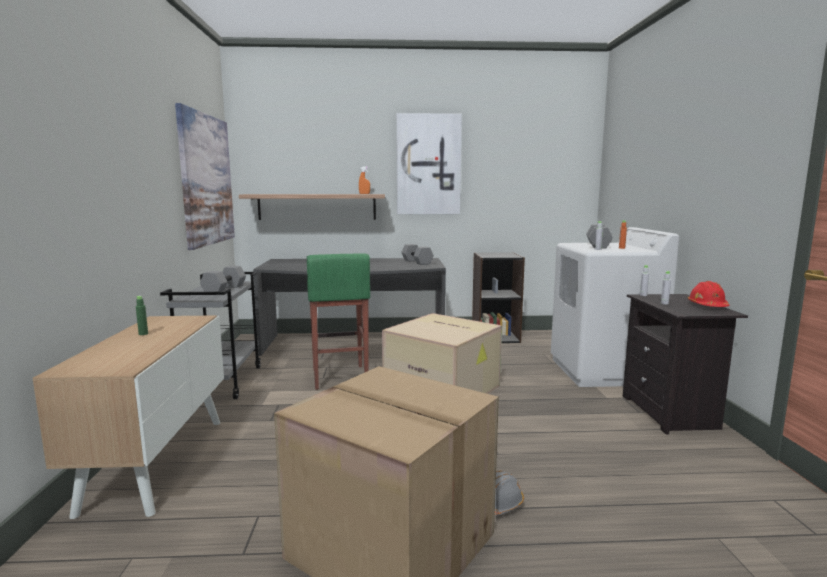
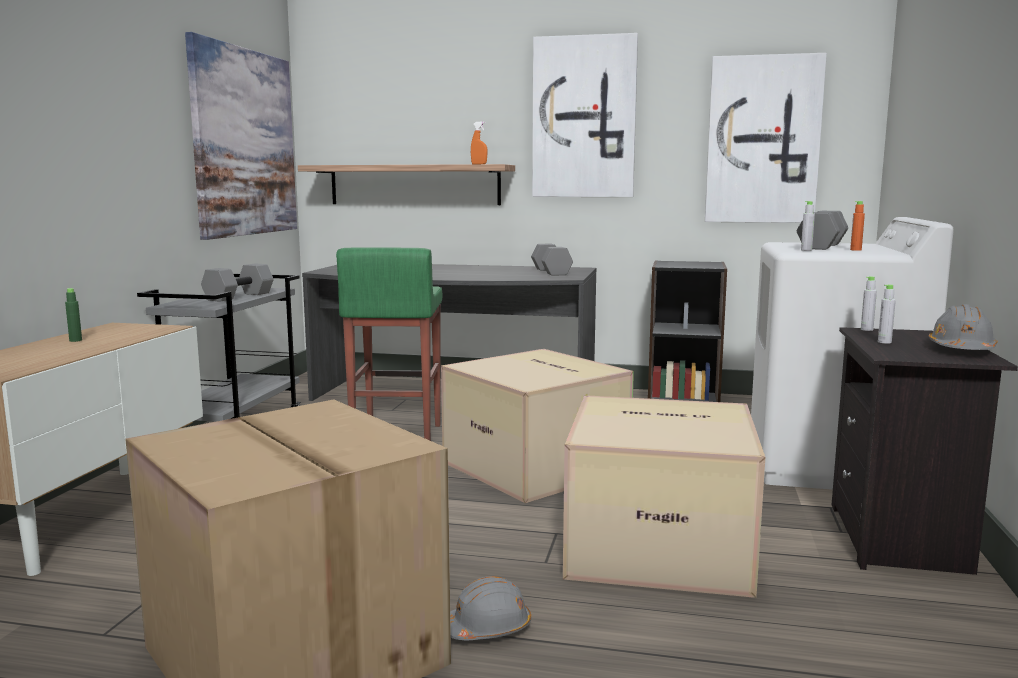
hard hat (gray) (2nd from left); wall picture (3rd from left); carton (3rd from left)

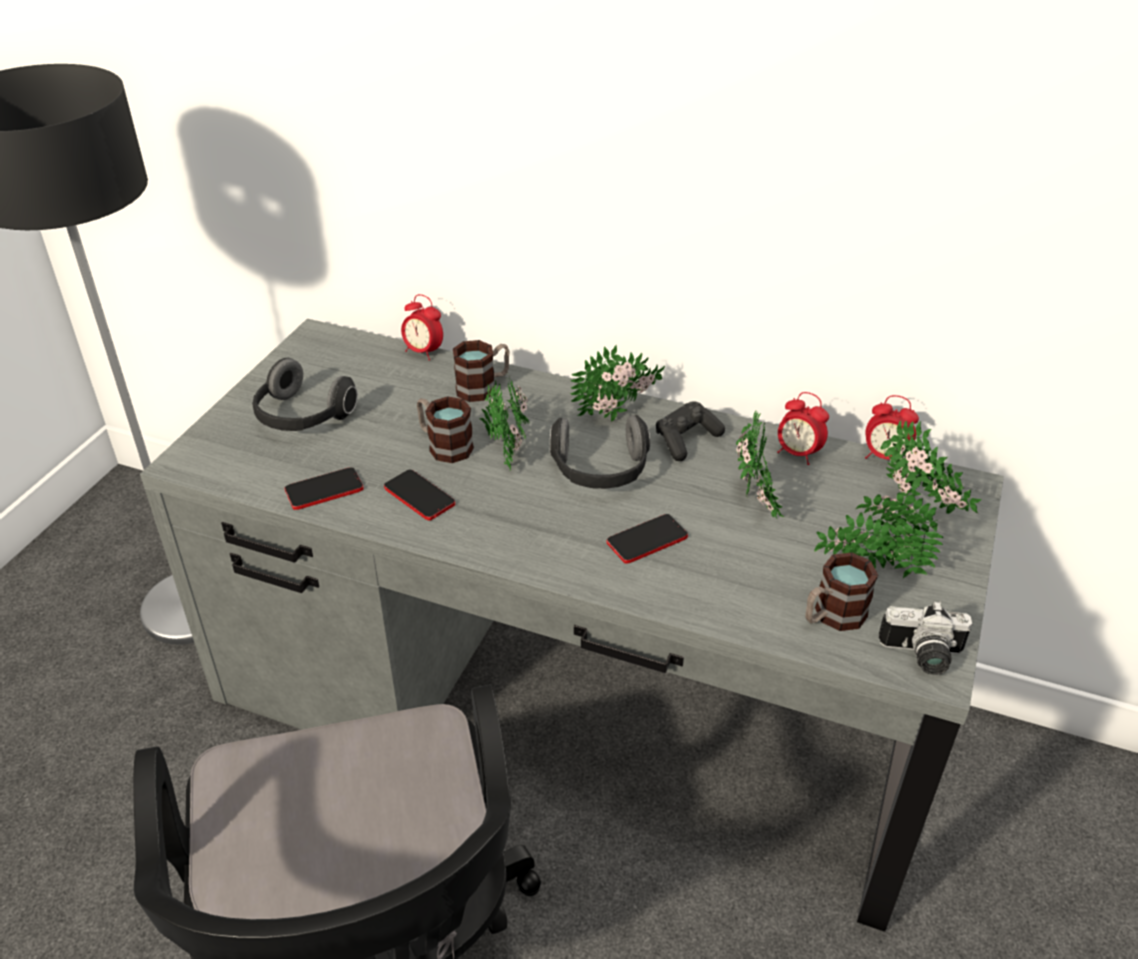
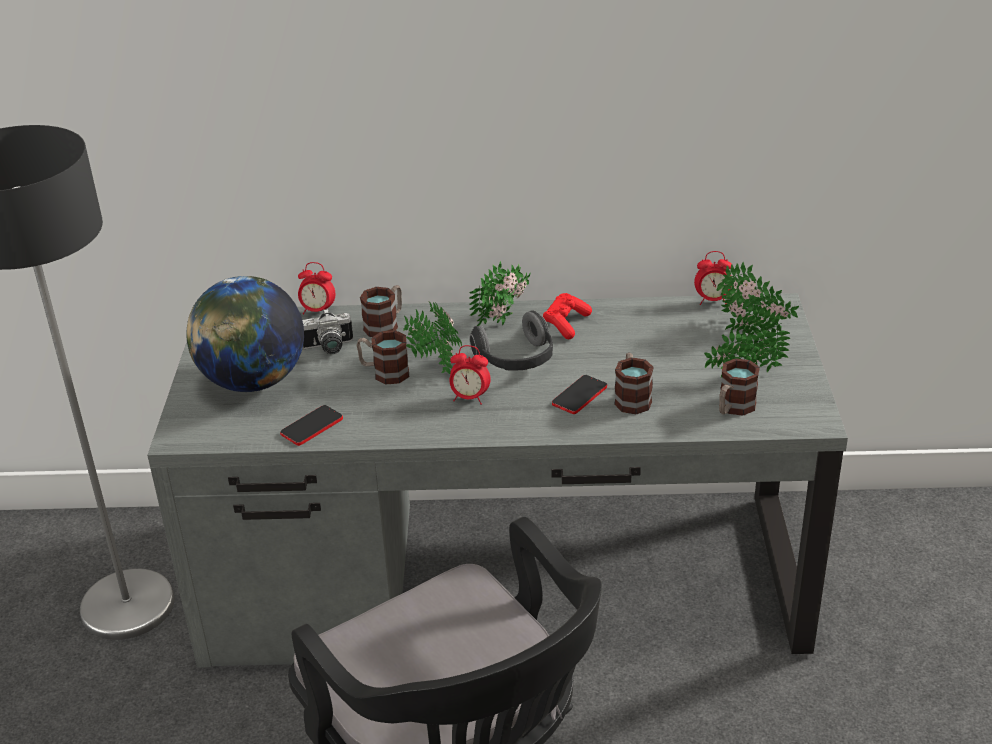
desk globe; table clock (2nd from left); joypad (red-coloured); potted plant (3rd from left in the first image); handset (2nd from left in the first image); still camera; coffee mug (3rd from left)

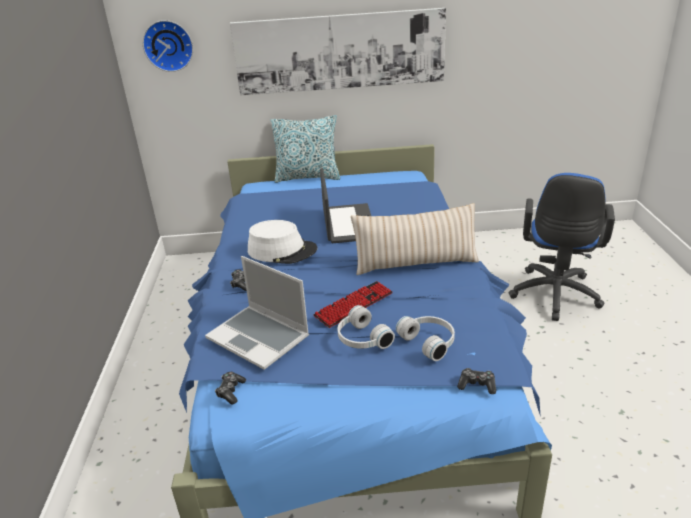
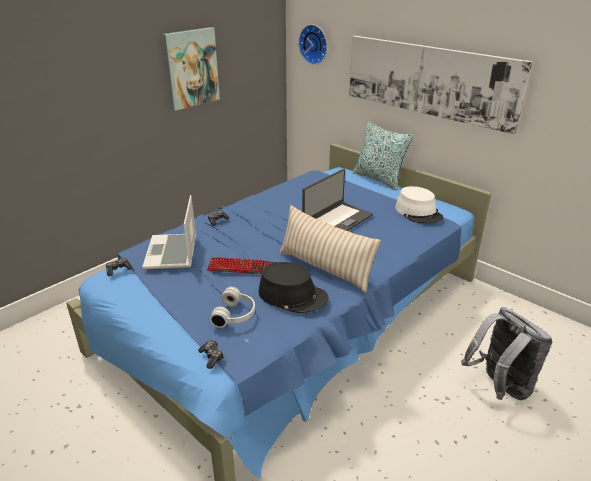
knapsack (gray); clothing hat (white); headphones (white) (1st from left in the first image); wall picture (1st from left); clothing hat (black)

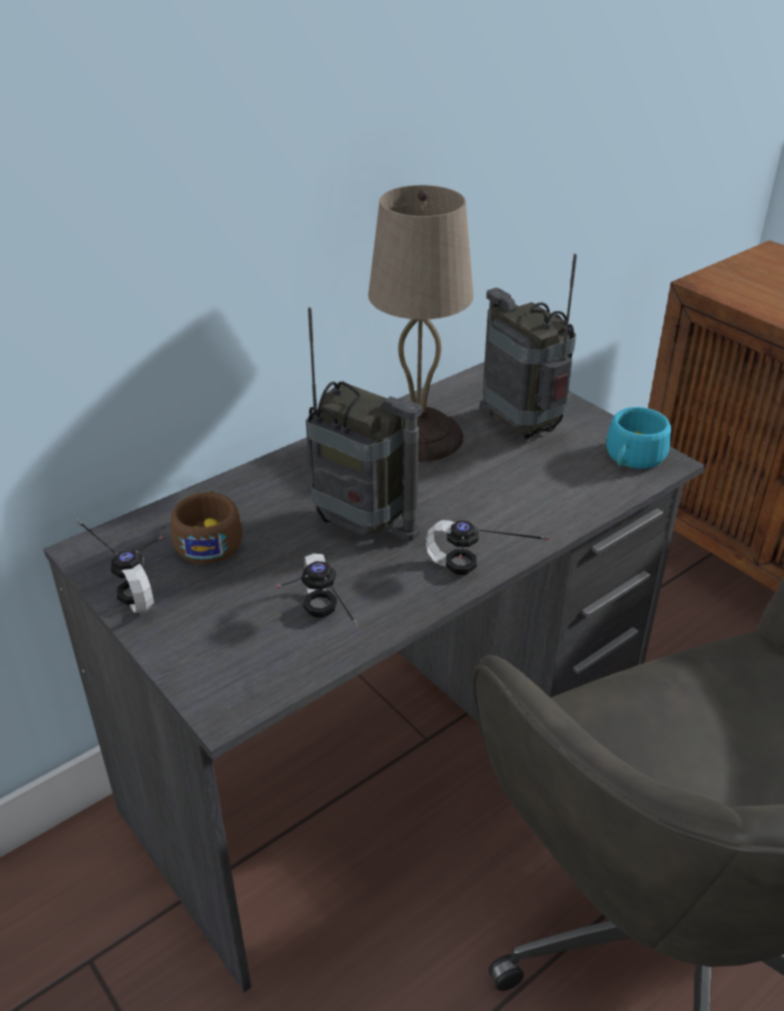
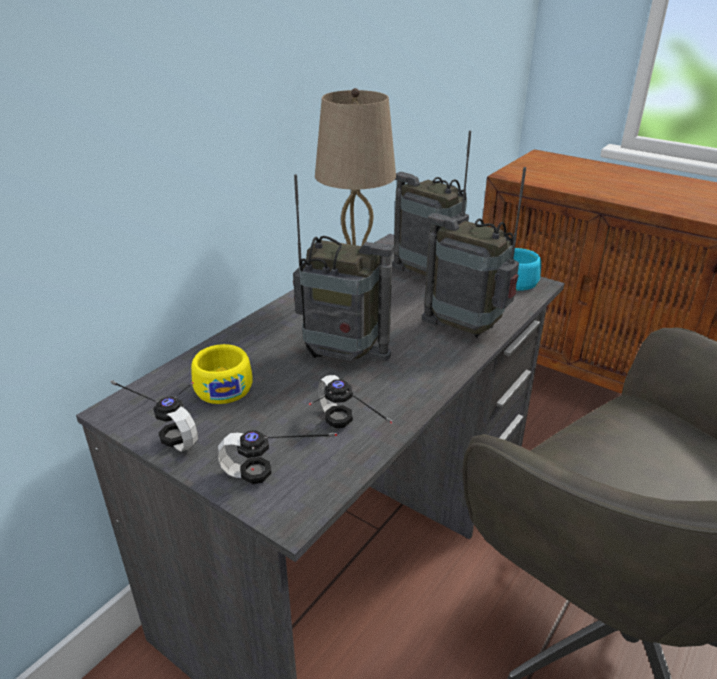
small cup (yellow-coloured); headphones (2nd from left); radio receiver (3rd from left)

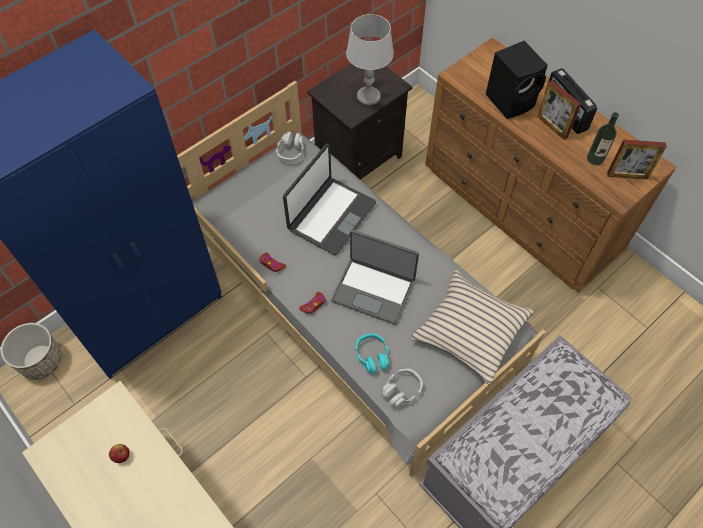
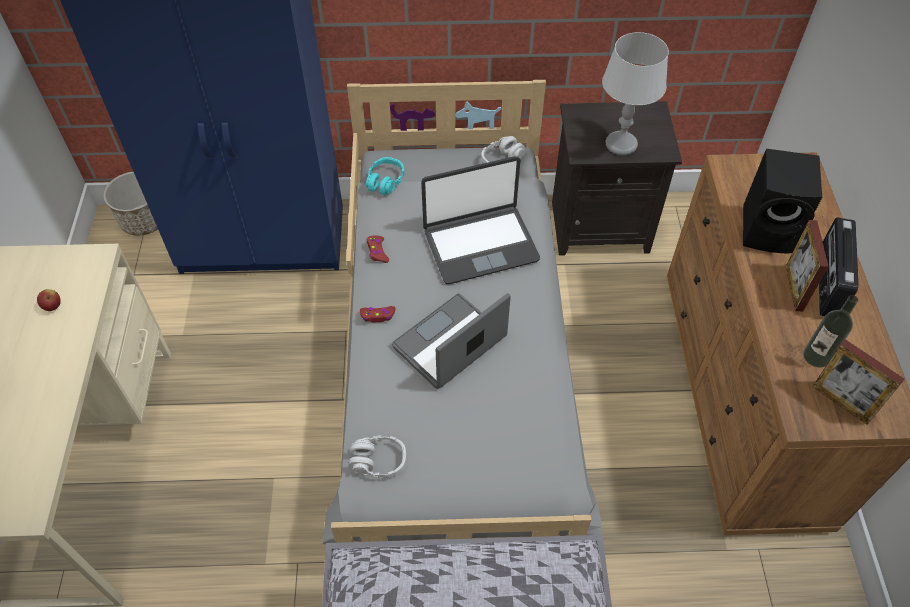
portable computer (1st from left); cushion (beige-coloured); headphones (turquoise)

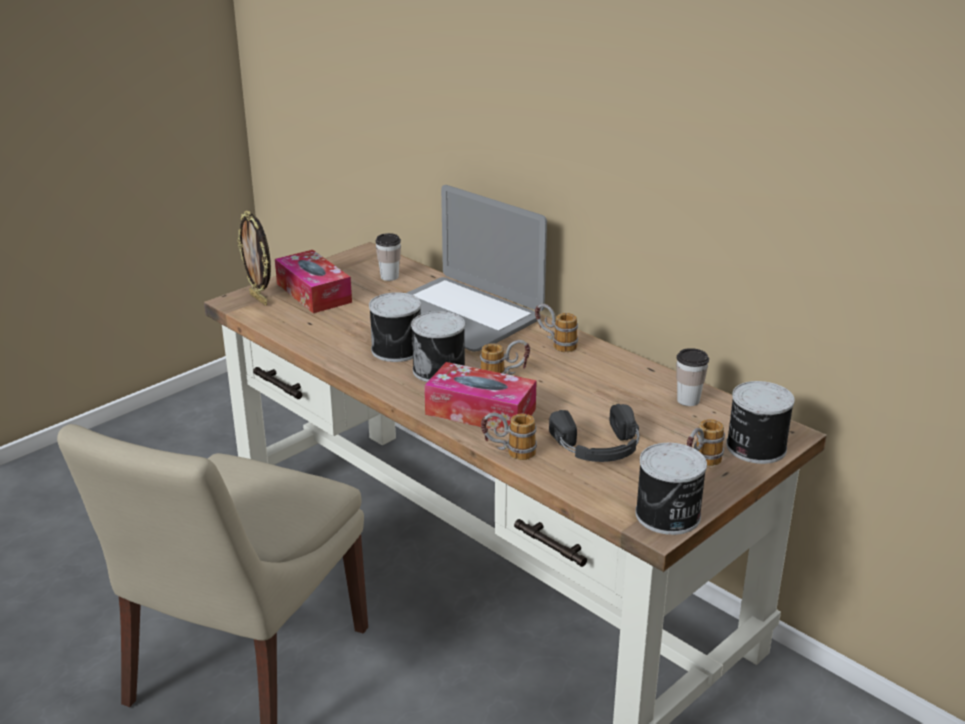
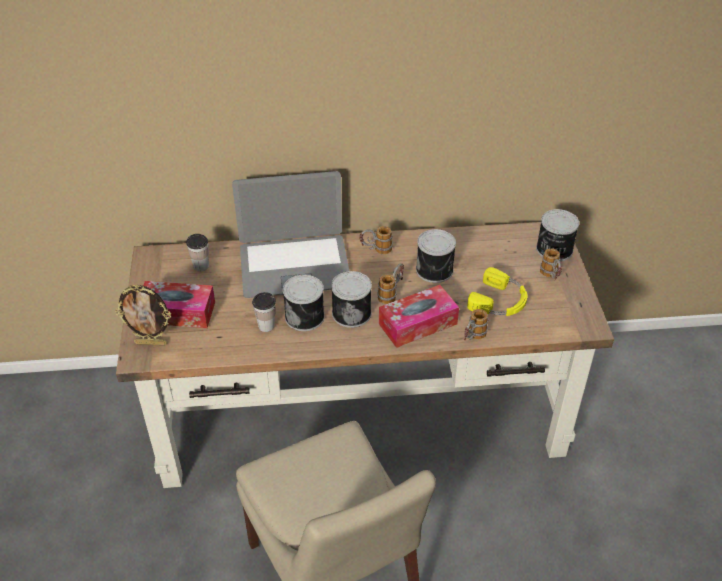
small cup (2nd from left); headphones (yellow-coloured); sealed can (3rd from left)

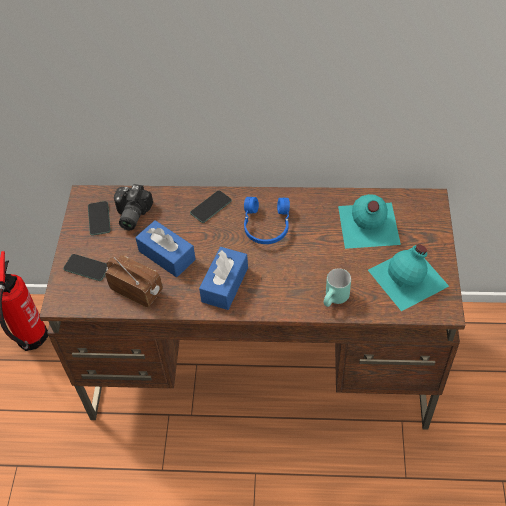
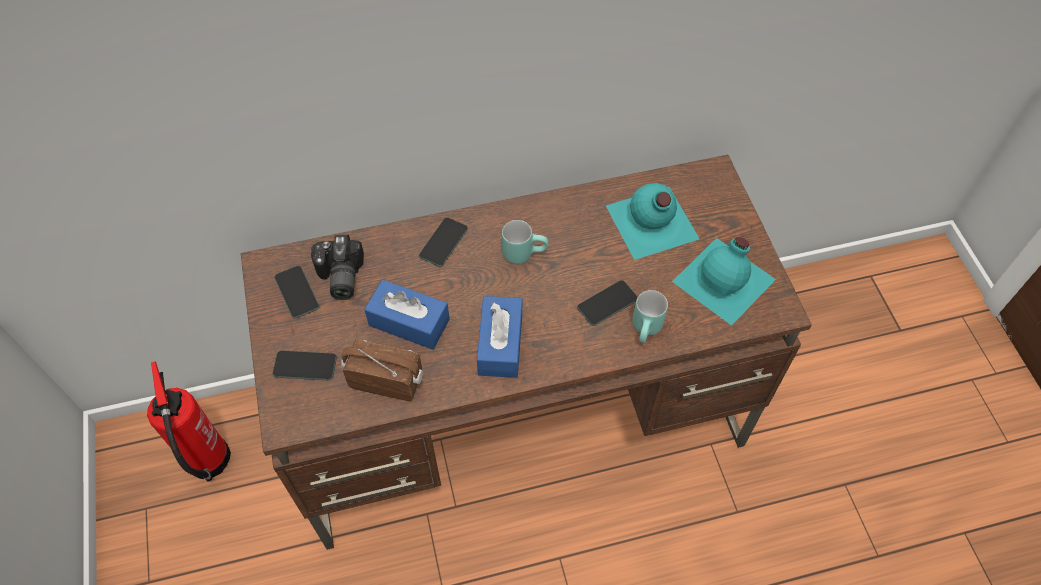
coffee mug (turquoise) (1st from left); handset (4th from left)

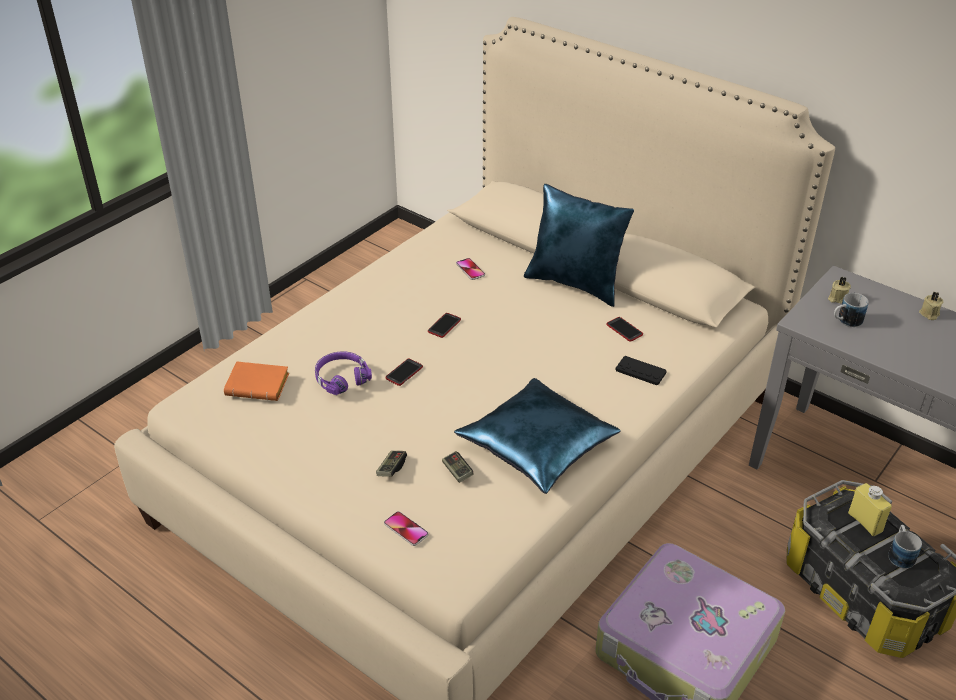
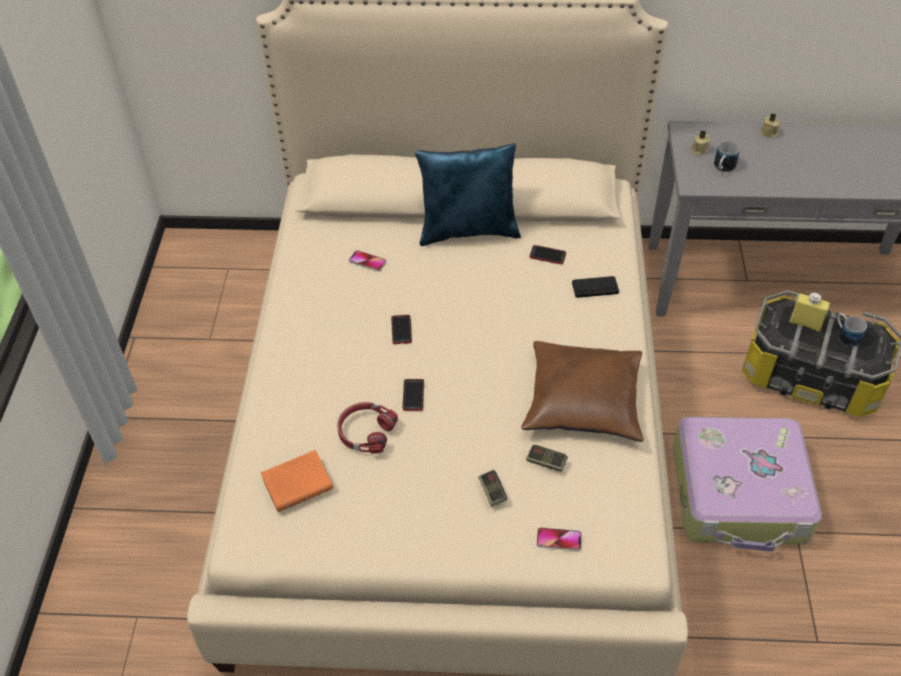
headphones (red-coloured); cushion (brown)

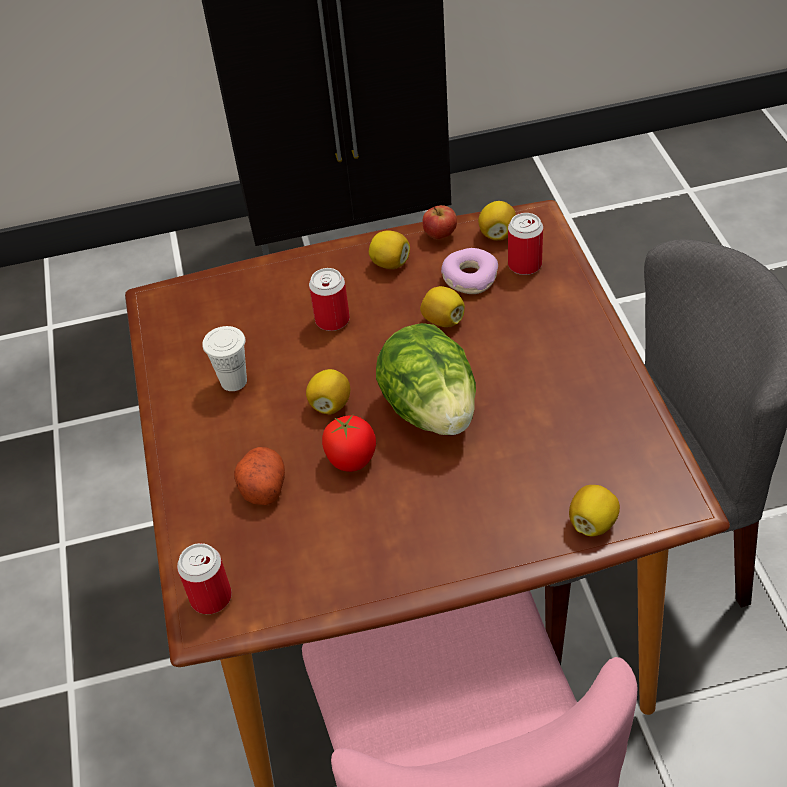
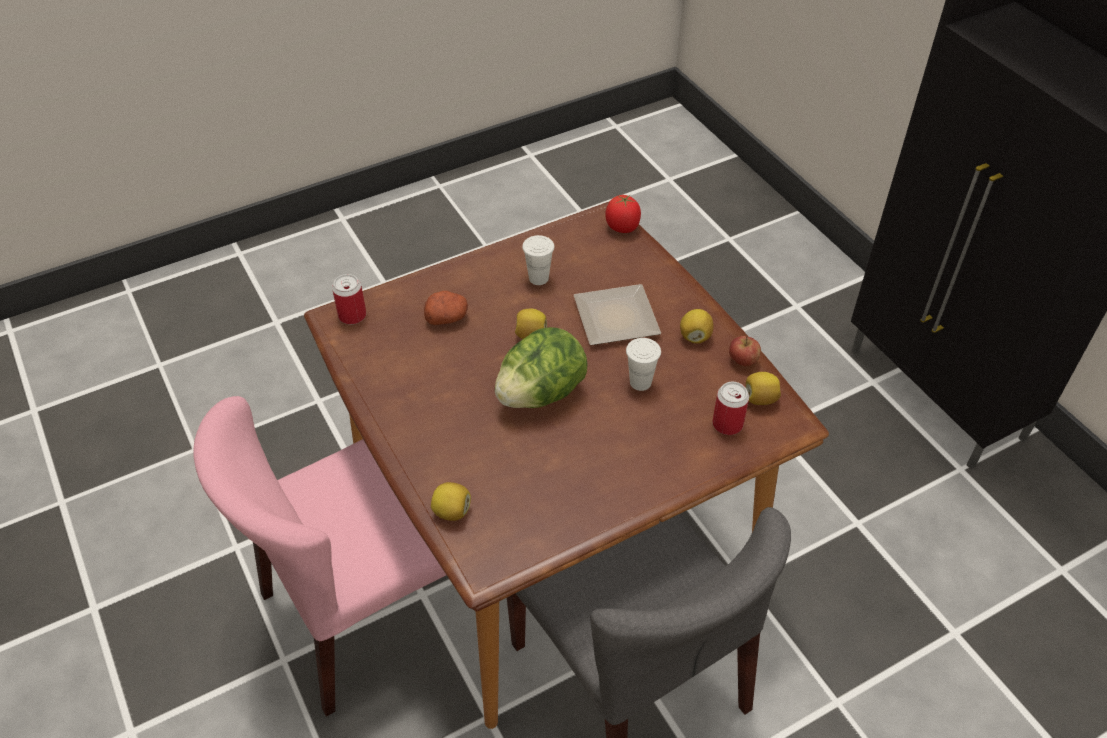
doughnut; dinner plate; small cup (white) (2nd from left); fresh tomato

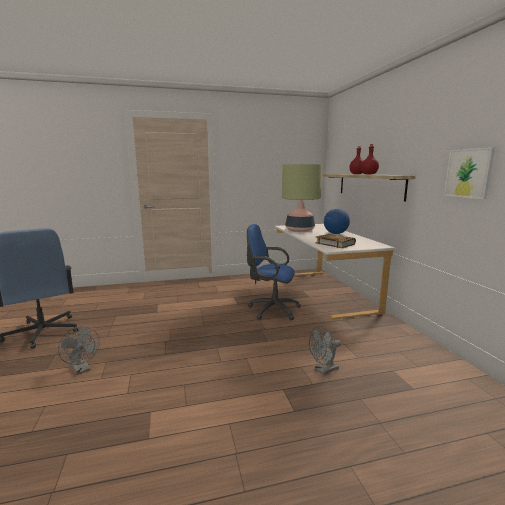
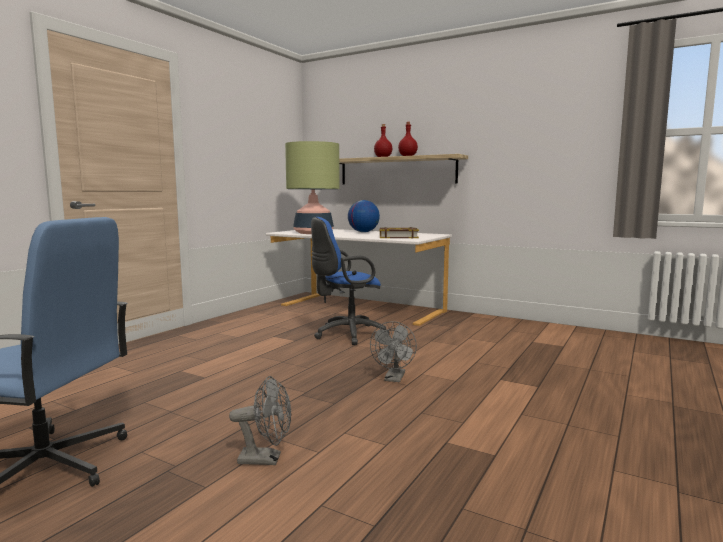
wall picture; cooling fan (gray) (2nd from left)

